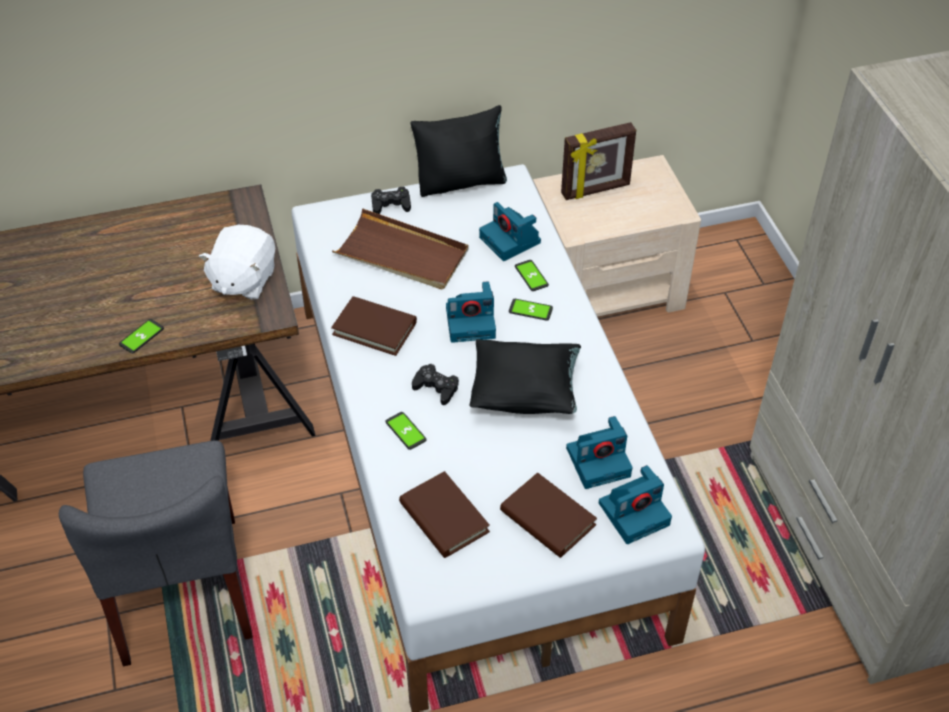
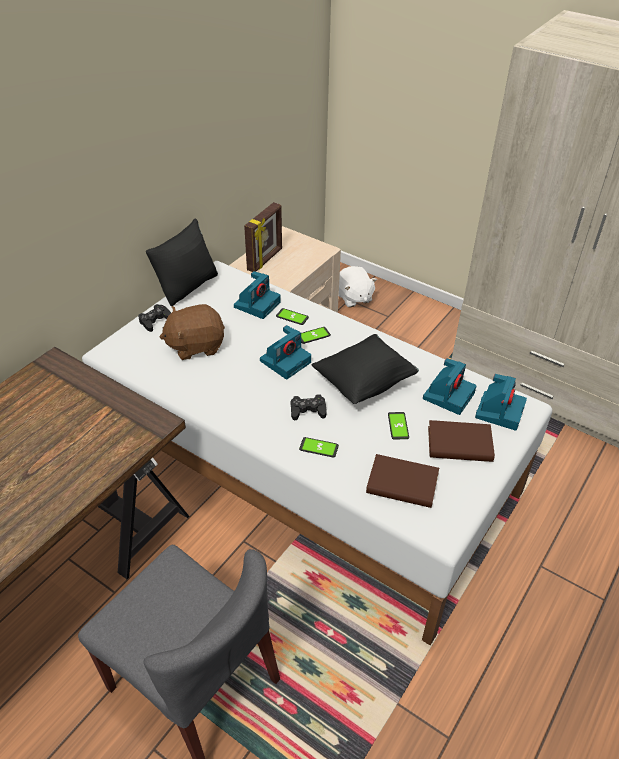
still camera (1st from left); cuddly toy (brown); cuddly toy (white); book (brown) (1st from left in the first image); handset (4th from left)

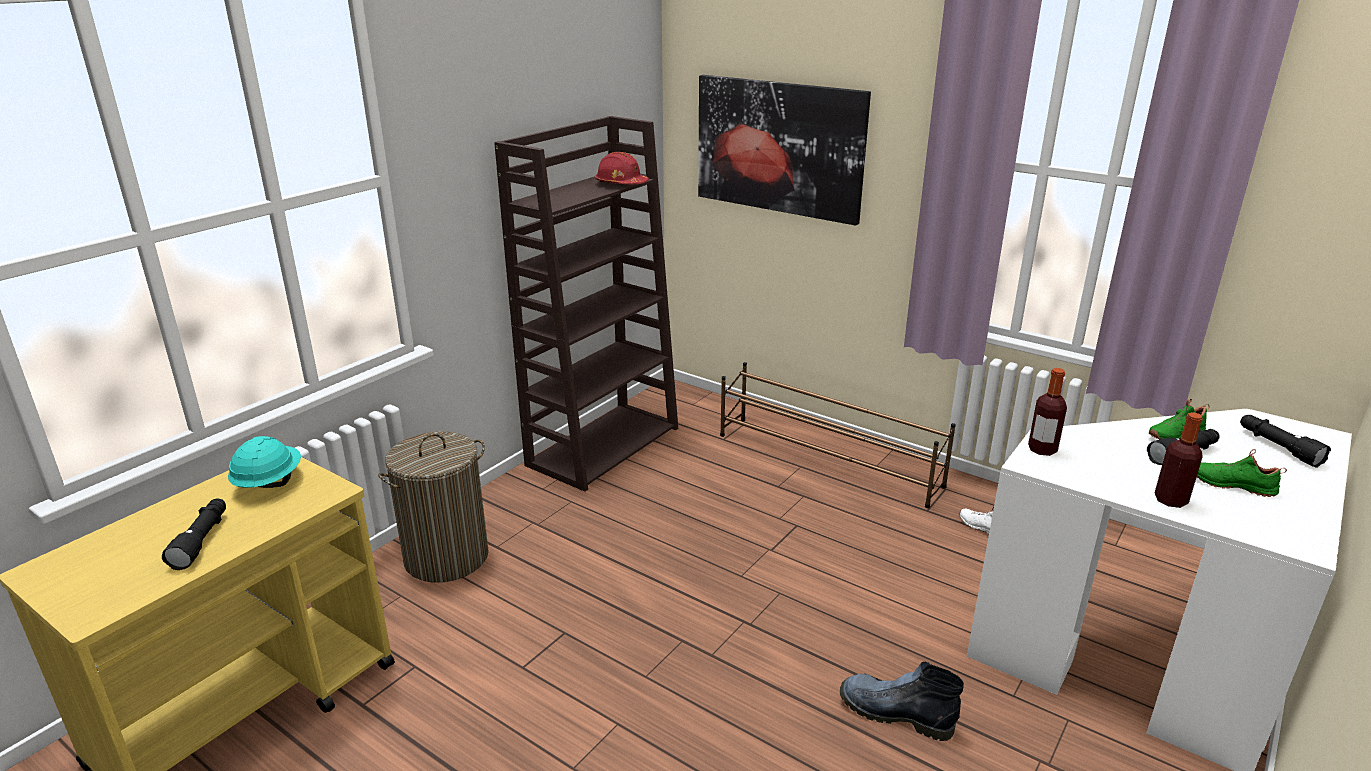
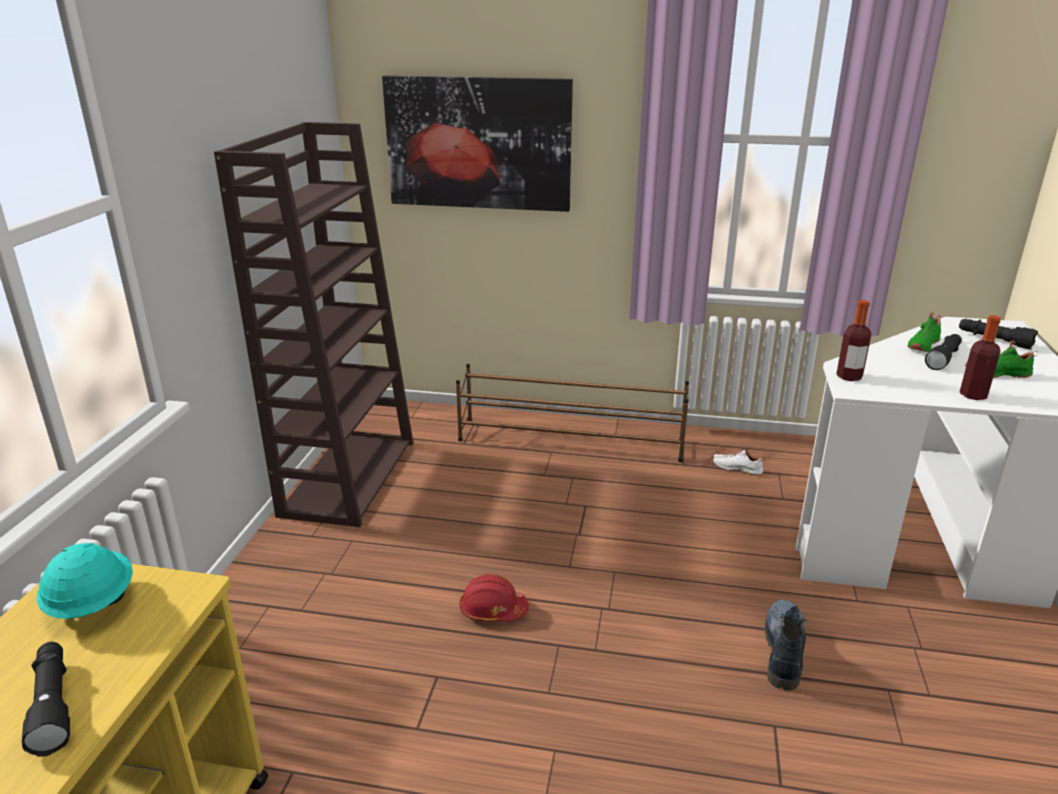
hard hat (red-coloured); washing basket; high-top boot

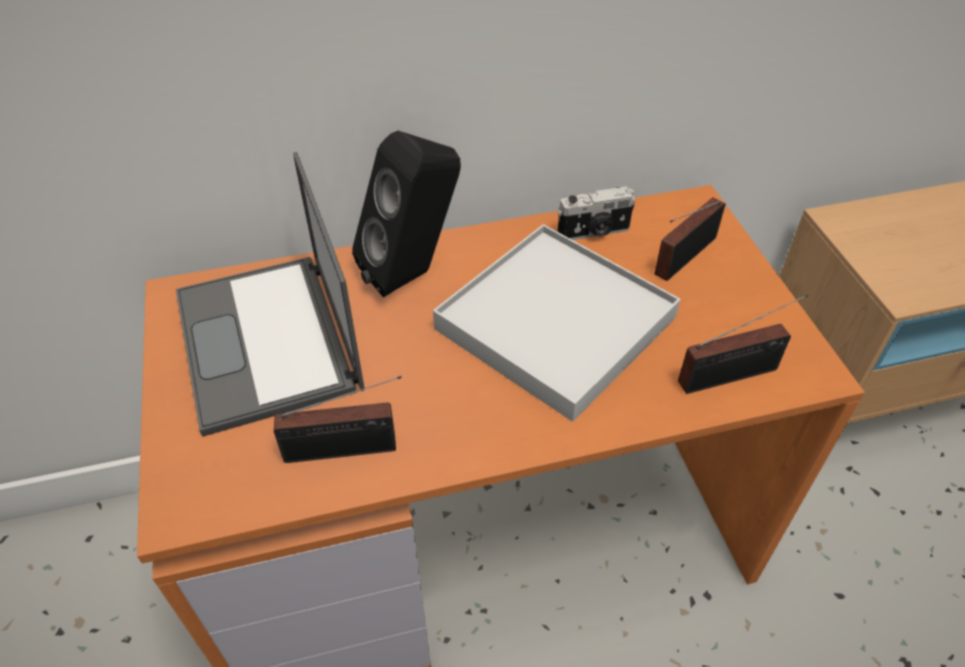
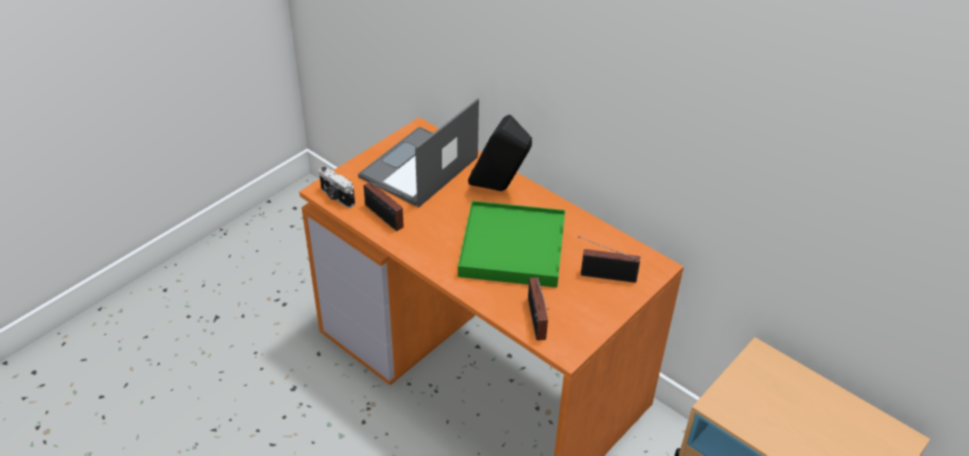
still camera; tray (green); radio receiver (2nd from left)

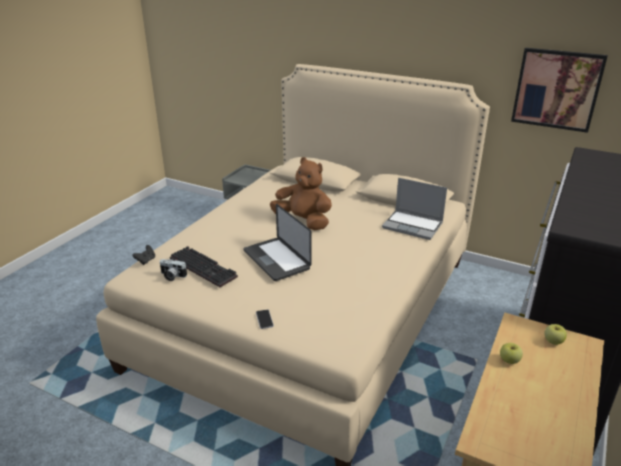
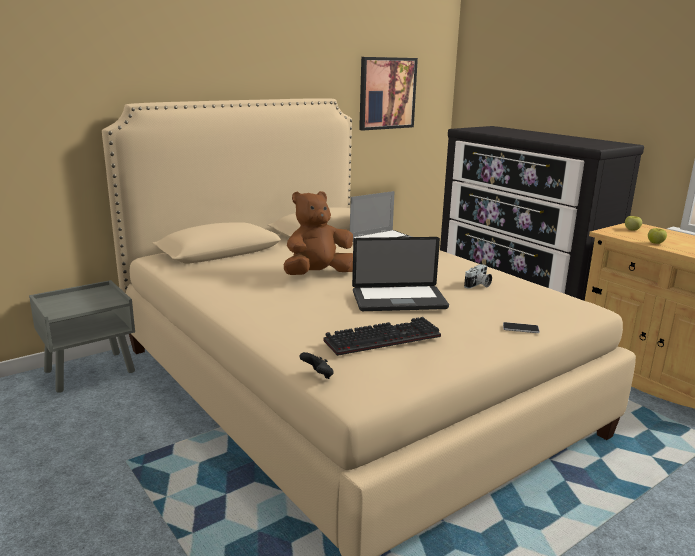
still camera

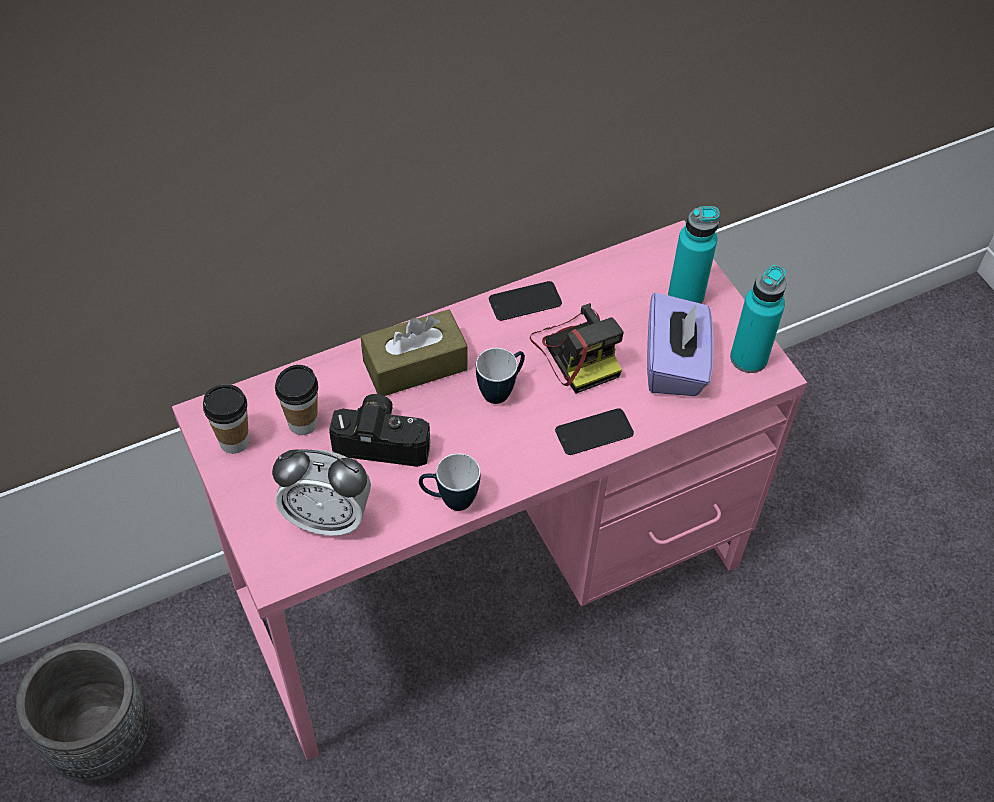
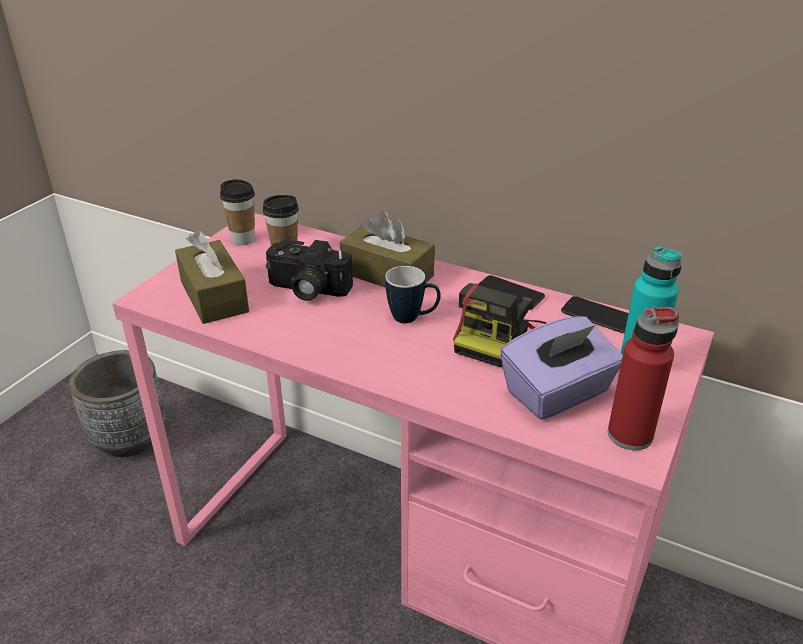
drink bottle (red-coloured); still camera (1st from left); handset (2nd from left); tissue box (brown) (1st from left); coffee mug (1st from left in the first image)

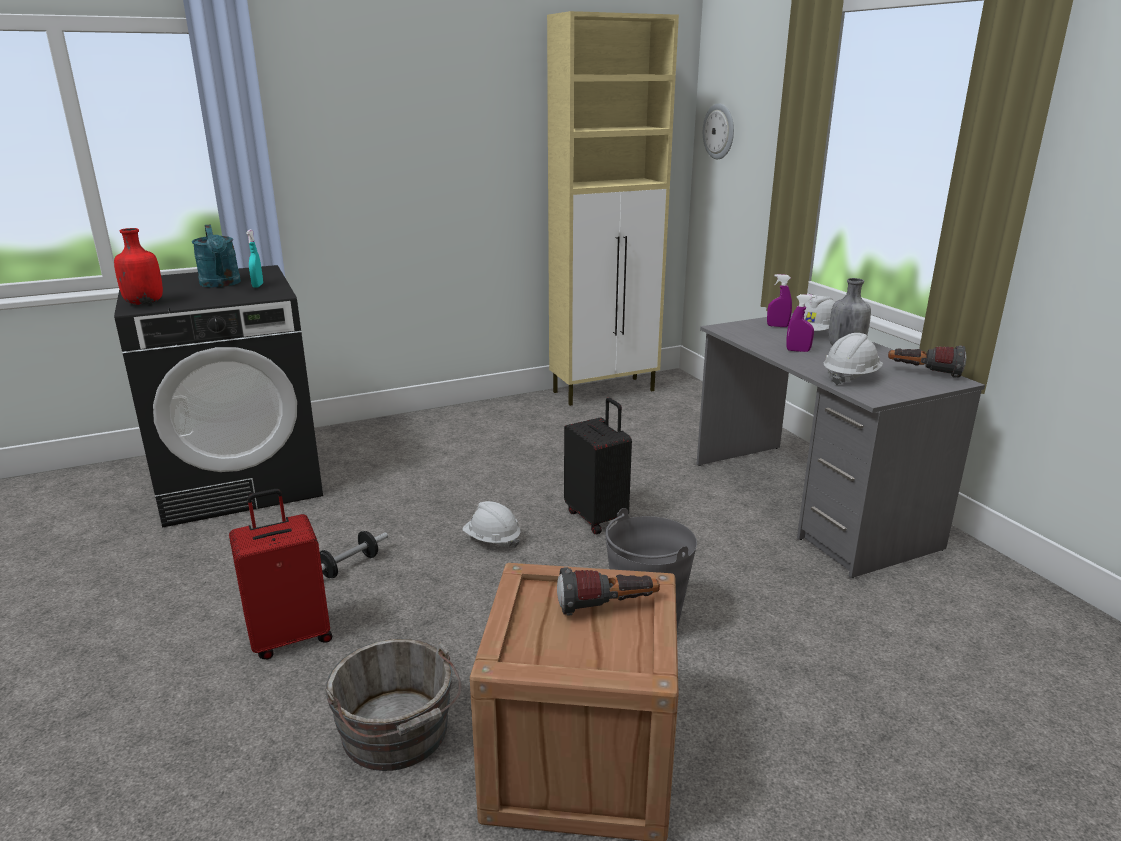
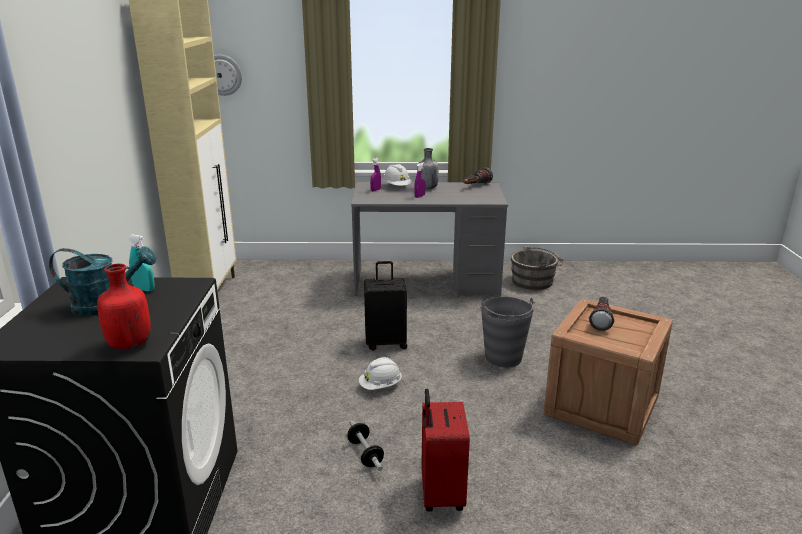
hard hat (white) (3rd from left in the first image); pail (gray) (2nd from left)

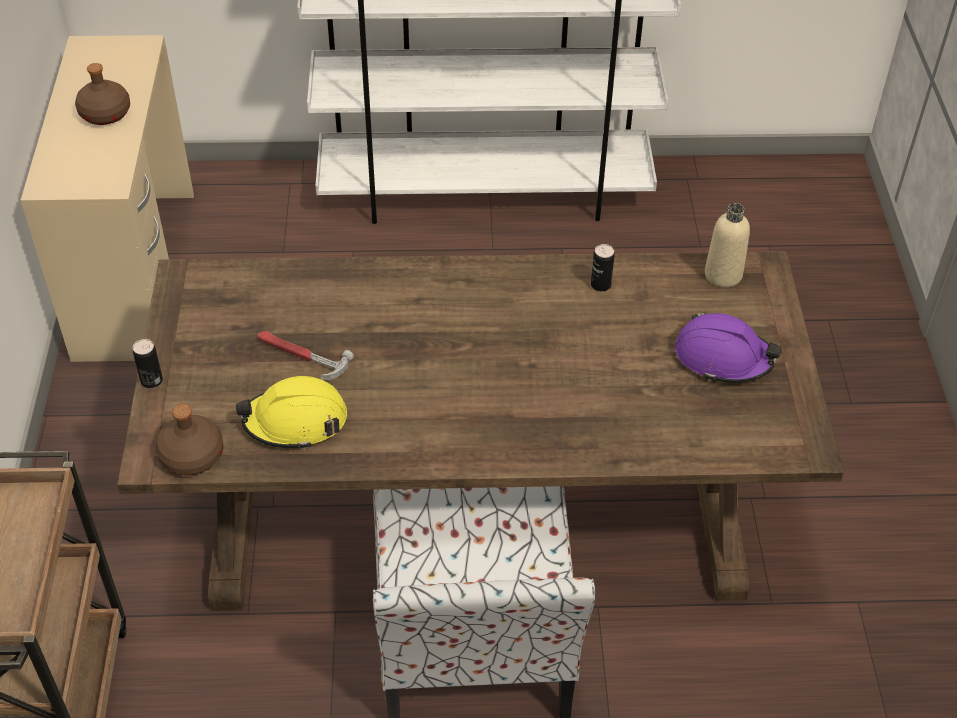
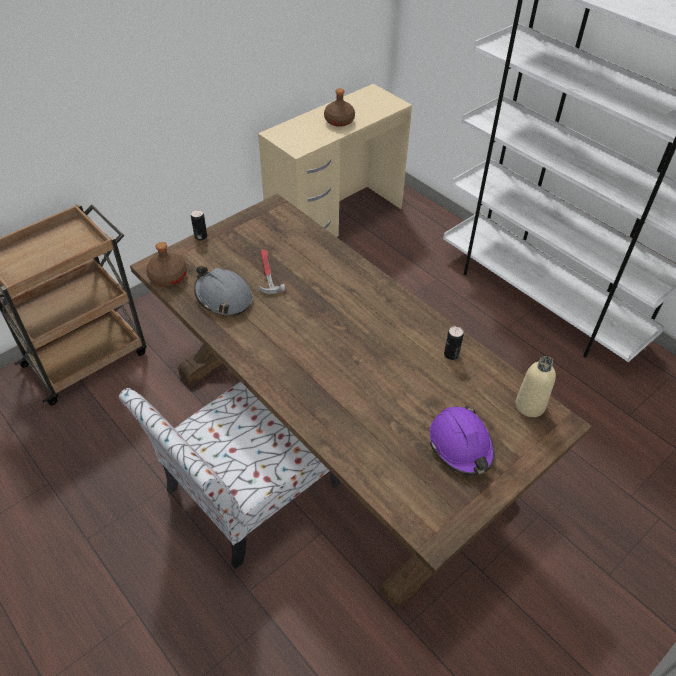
hard hat (gray)

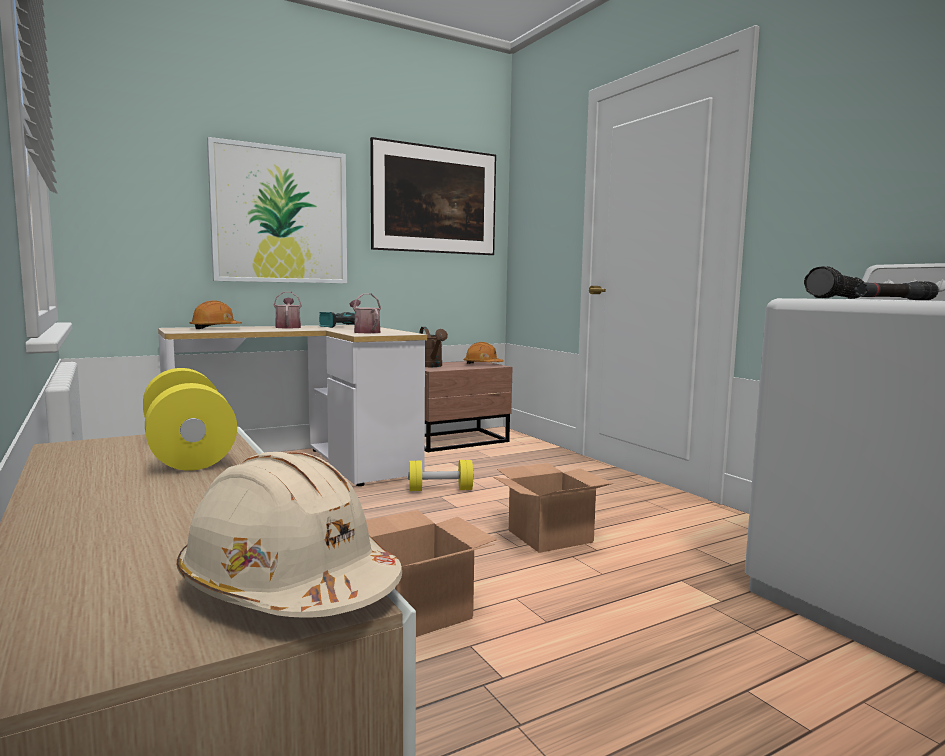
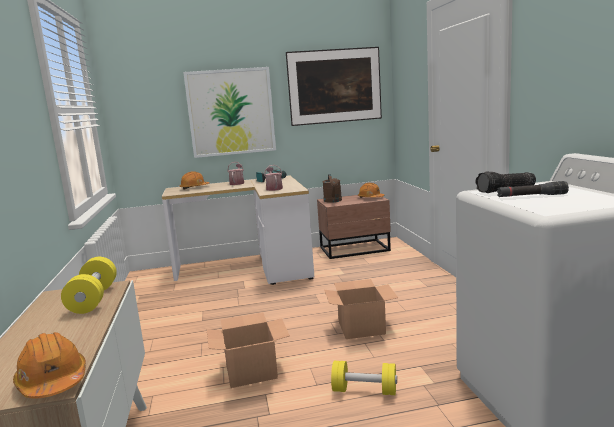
hard hat (orange-coloured) (1st from left); free weight (yellow-coloured) (2nd from left)

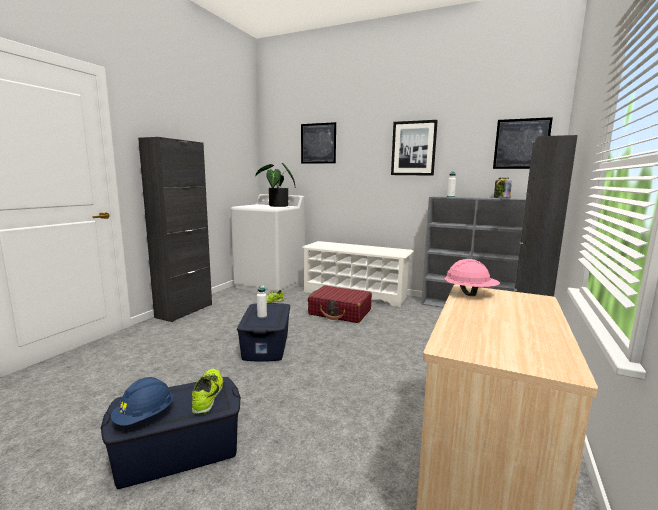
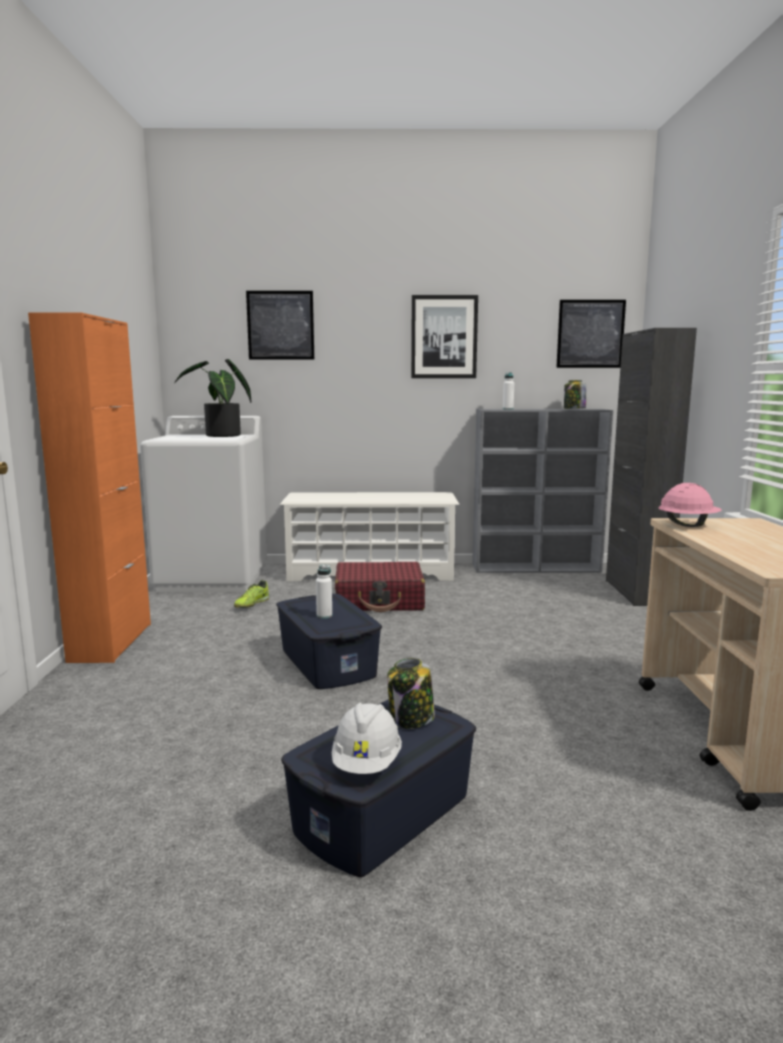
cupboard (orange-coloured); preserve jar (1st from left); hard hat (white)

